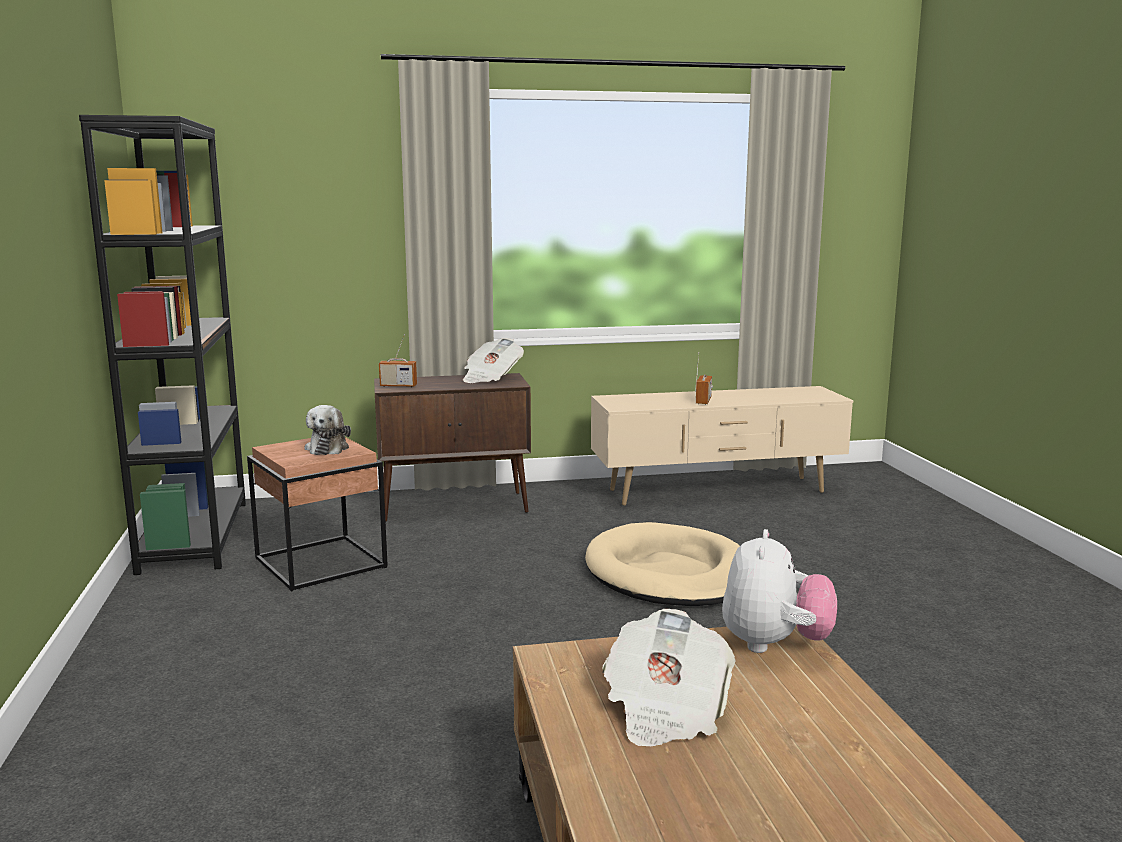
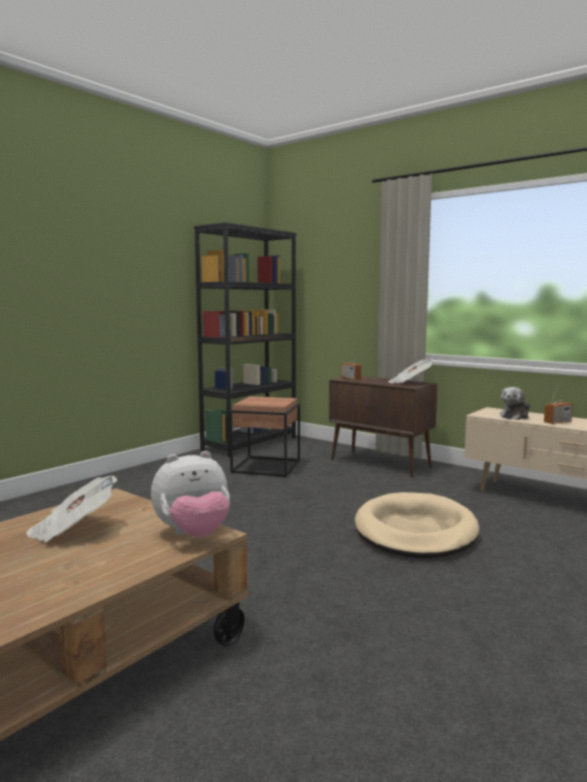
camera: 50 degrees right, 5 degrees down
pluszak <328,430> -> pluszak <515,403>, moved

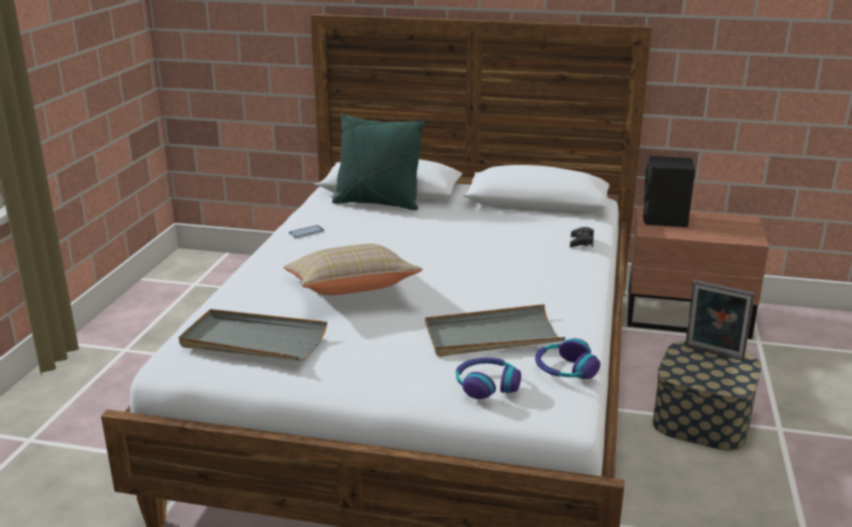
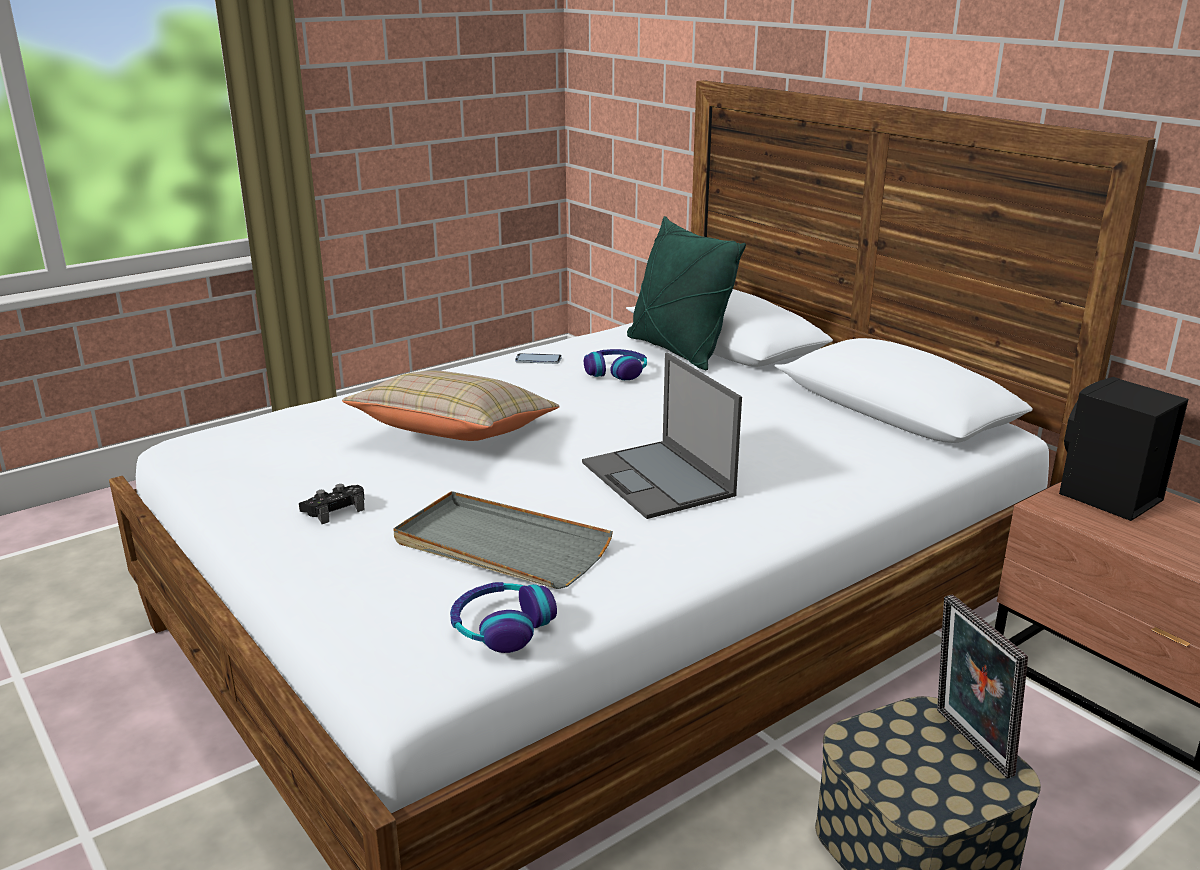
camera: 40 degrees right, 0 degrees up
pad do gier [czarny] <582,237> -> pad do gier [czarny] <332,504>, moved
taca [szary] <253,335> -> none
słuchawki <488,378> -> słuchawki <615,364>, moved
none -> laptop <662,436>

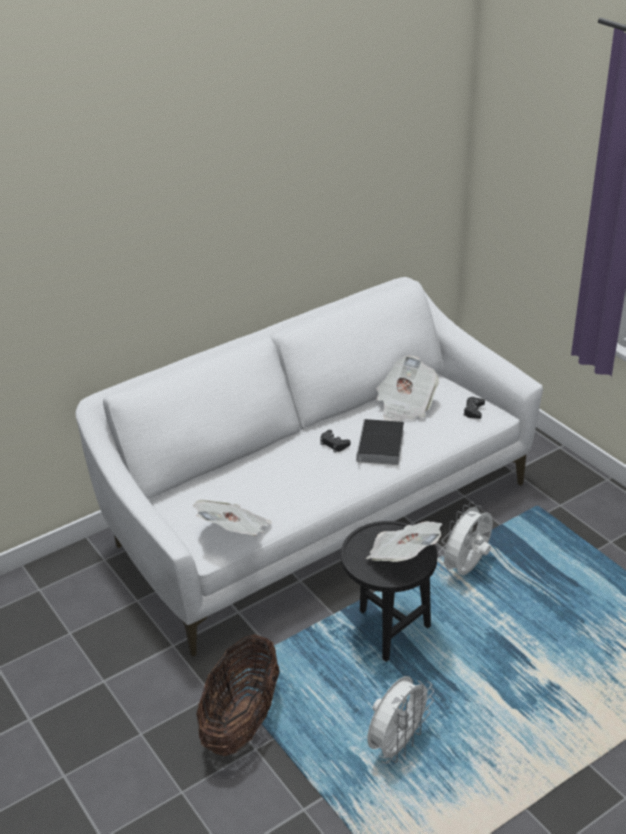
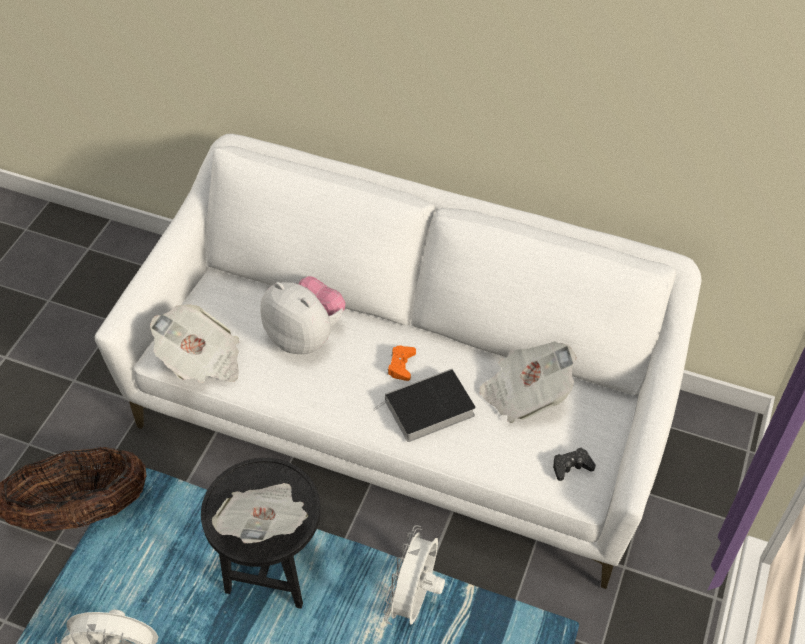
camera: 55 degrees right, 15 degrees up
pad do gier [czarny] <335,441> -> pad do gier [pomarańczowy] <401,363>
wentylator [biały] <465,538> -> wentylator [biały] <414,575>, 75 degrees counterclockwise
none -> pluszak <302,315>

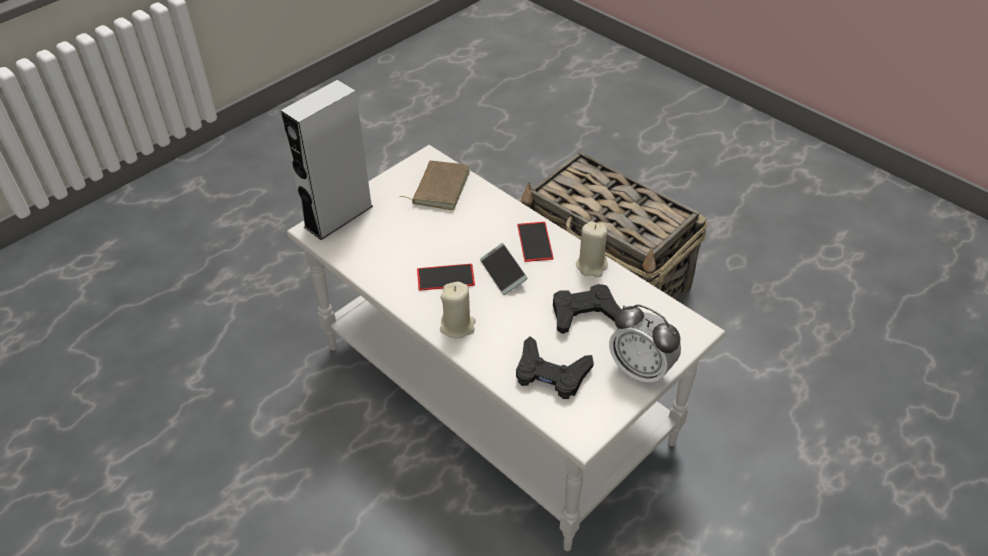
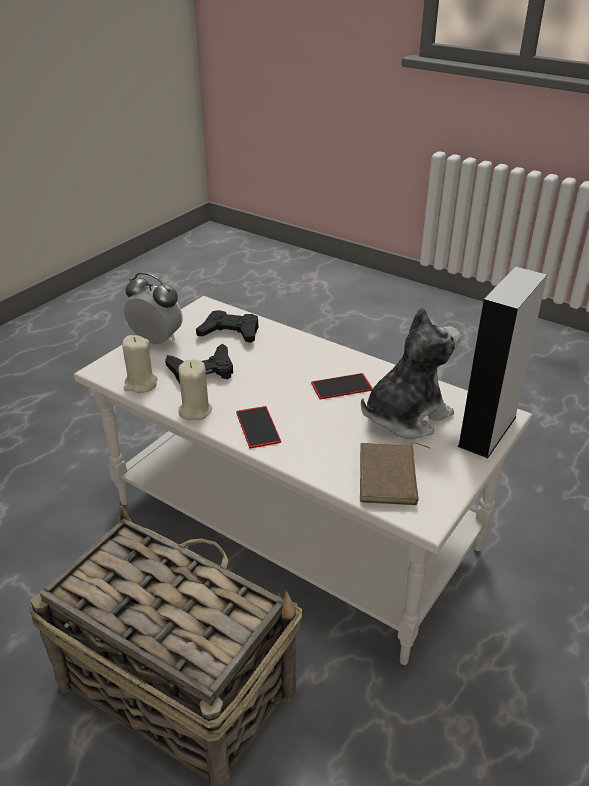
camera: 170 degrees right, 10 degrees down
telefon <503,269> -> none
świeca [beżowy] <458,310> -> świeca [beżowy] <140,364>, moved
none -> pluszak <411,373>

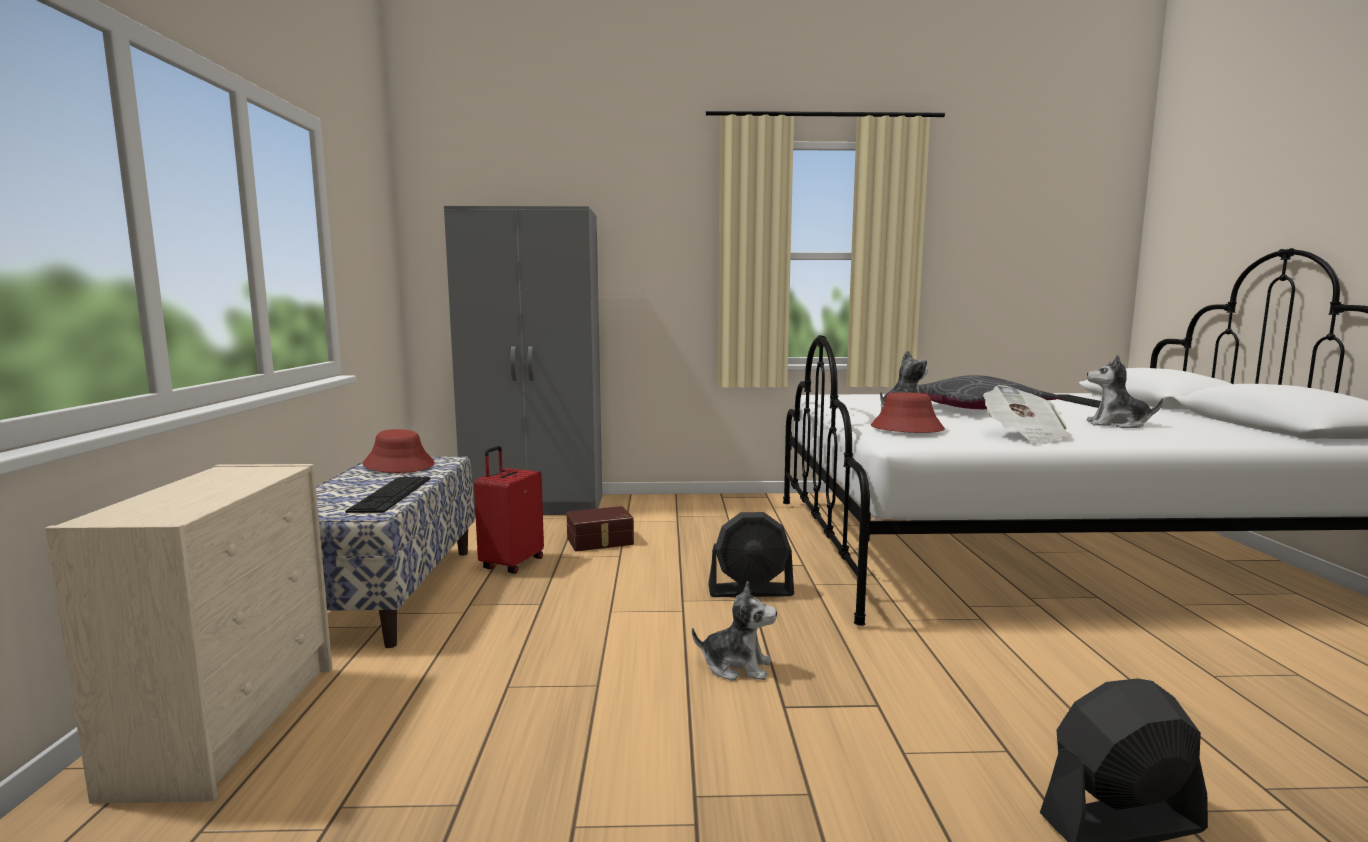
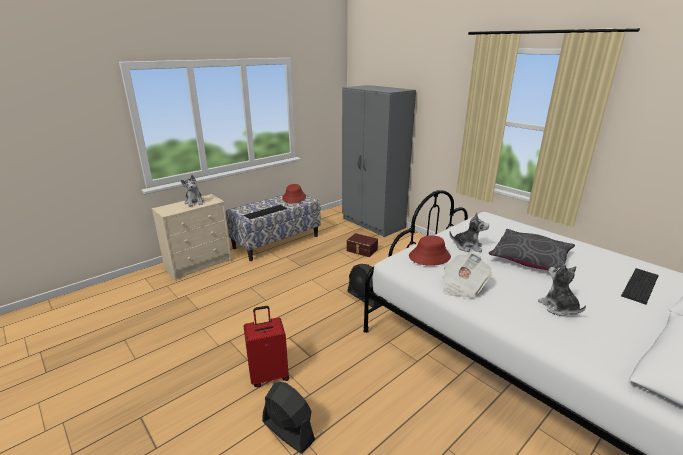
camera: 50 degrees right, 15 degrees up
walizka [czerwony] <509,510> -> walizka [czerwony] <266,346>, moved
pluszak <734,631> -> pluszak <192,191>, moved

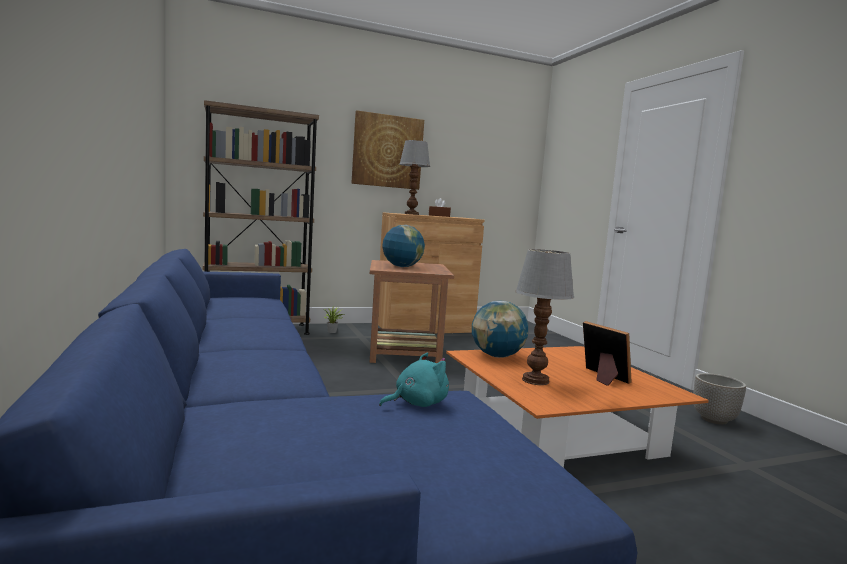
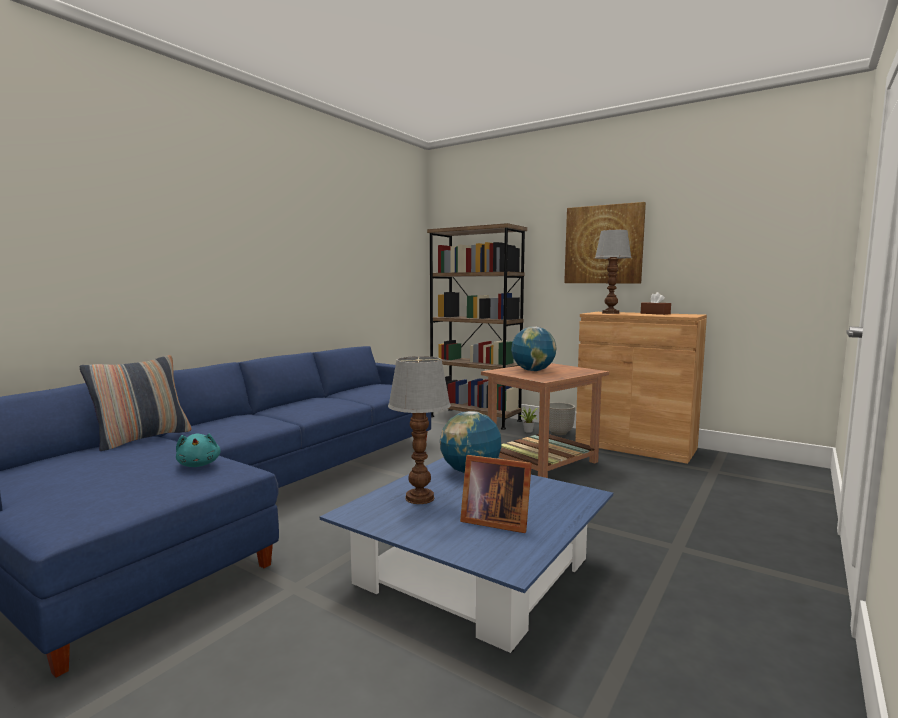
camera: 55 degrees right, 0 degrees up
ramka na zdjęcie <607,353> -> ramka na zdjęcie <496,494>, 90 degrees clockwise
ława [pomarańczowy] <577,407> -> ława [niebieski] <466,555>
pluszak [turkusowy] <414,379> -> pluszak [turkusowy] <198,450>, 45 degrees clockwise
donica <720,399> -> donica <562,418>, moved
none -> poduszka <136,403>

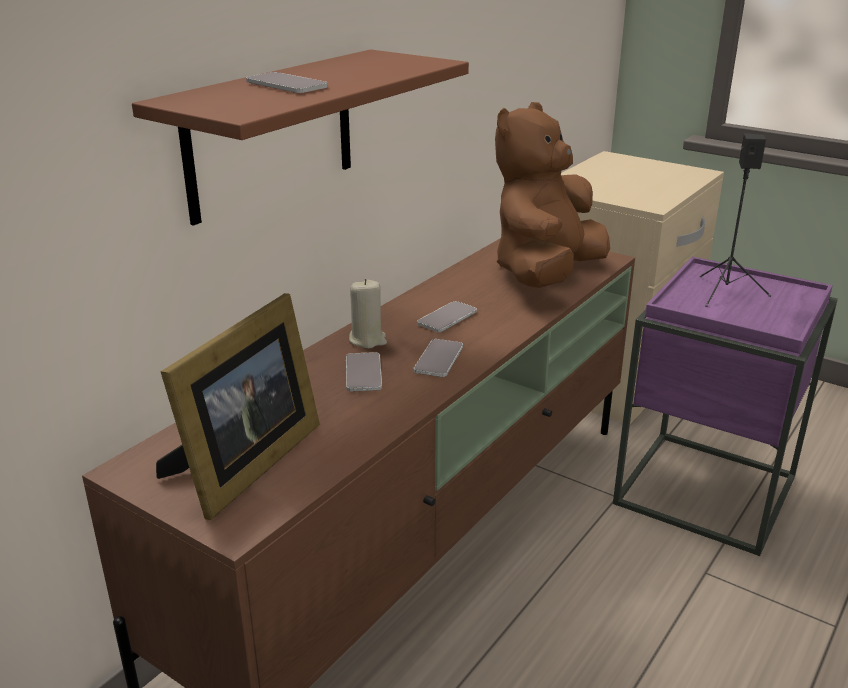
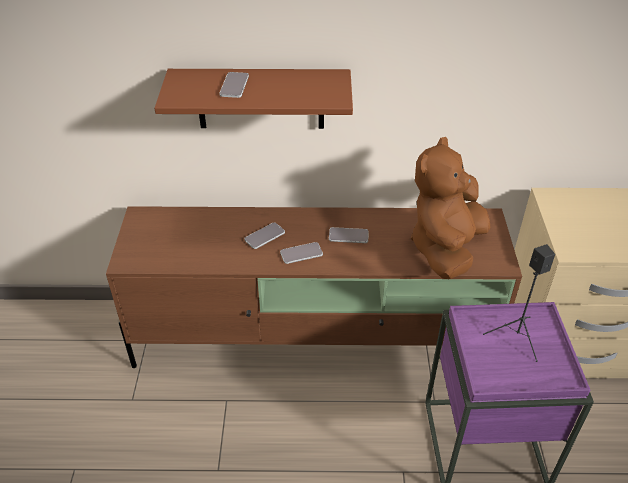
camera: 55 degrees right, 15 degrees up
pluszak [brązowy] <552,195> -> pluszak [brązowy] <450,208>, 60 degrees counterclockwise
świeca [beżowy] <368,314> -> none
ramka na zdjęcie <238,406> -> none

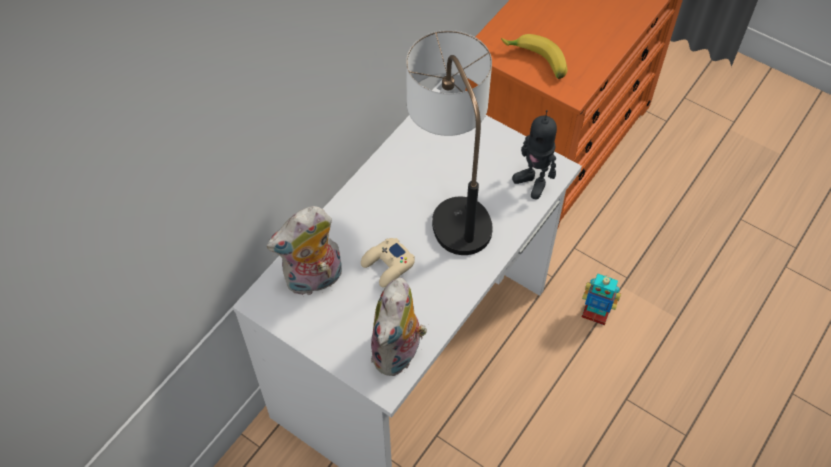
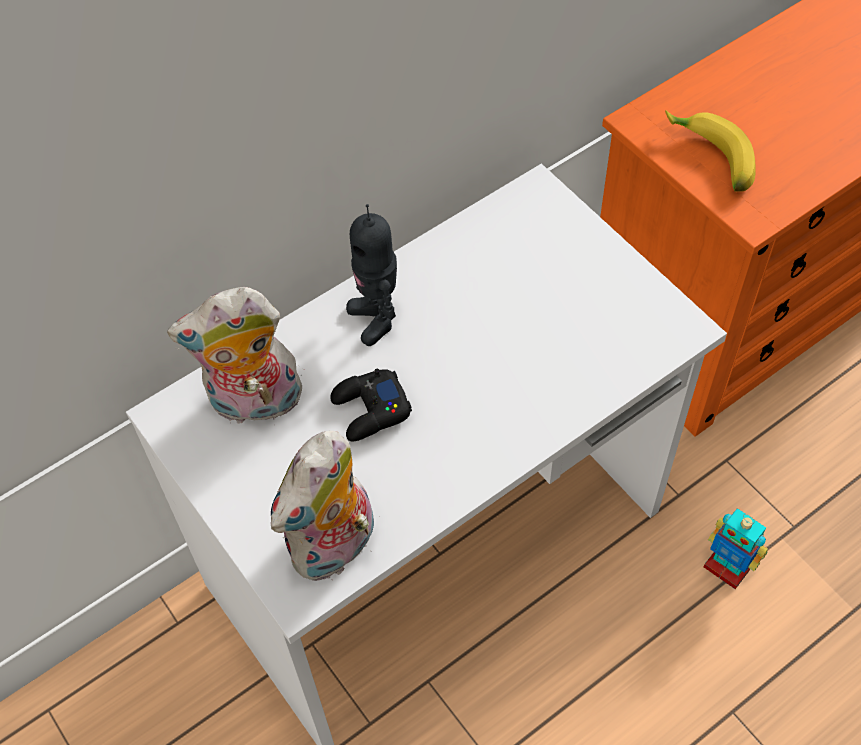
camera: 20 degrees right, 0 degrees up
lampa stołowa <449,142> -> none
robot zabawkowy <534,155> -> robot zabawkowy <371,275>, moved
pad do gier [beżowy] <388,262> -> pad do gier [czarny] <371,405>

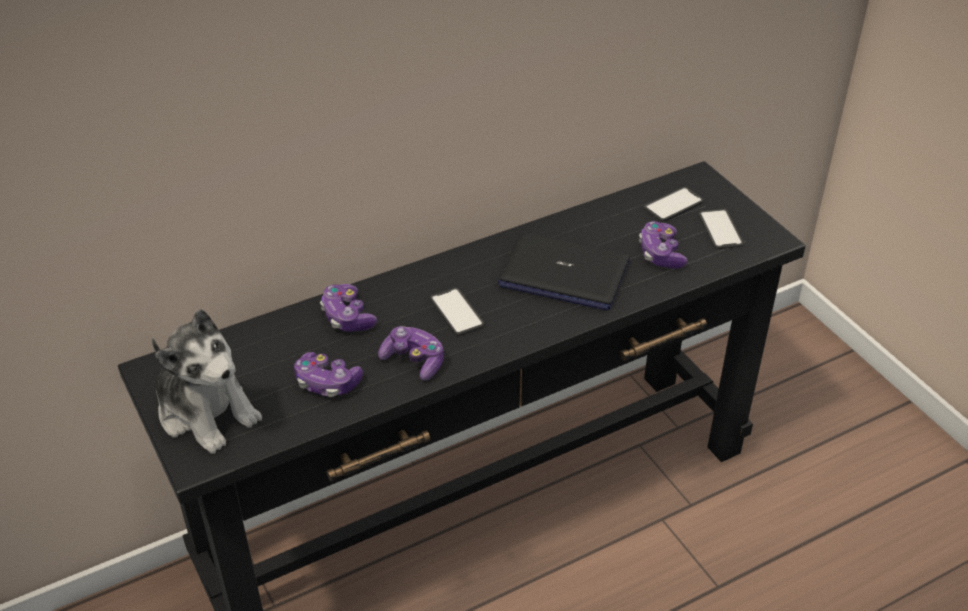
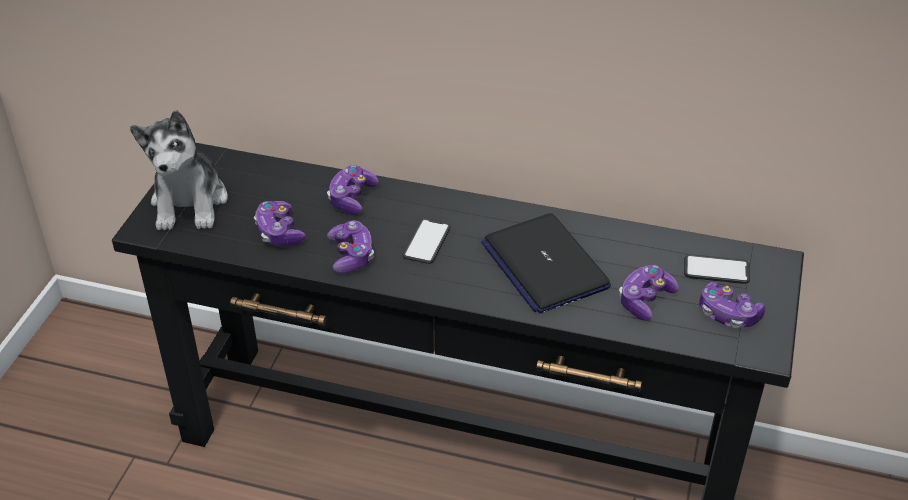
camera: 45 degrees right, 0 degrees up
telefon <721,229> -> pad do gier <732,305>

